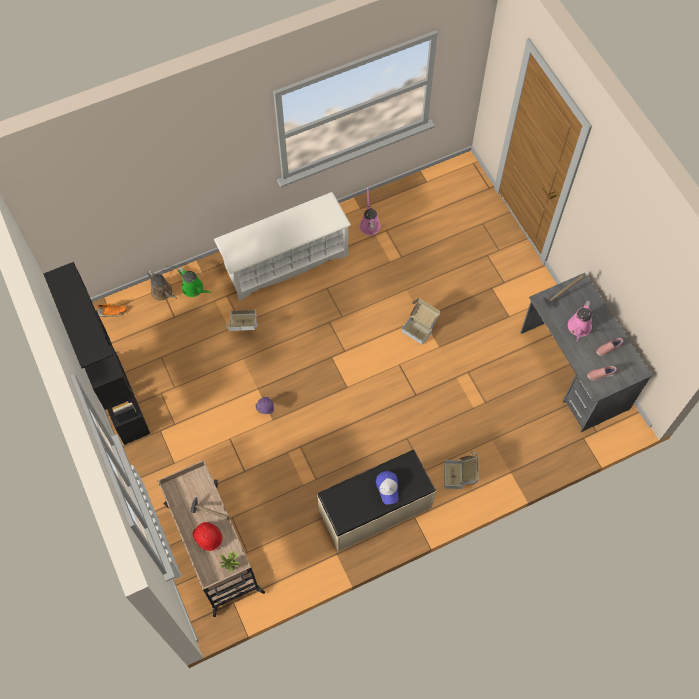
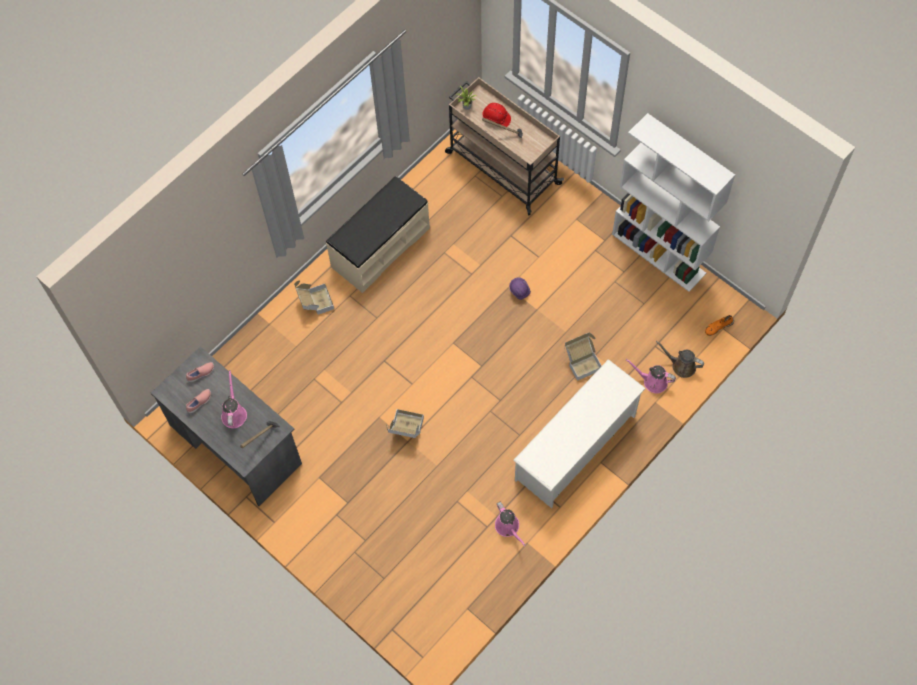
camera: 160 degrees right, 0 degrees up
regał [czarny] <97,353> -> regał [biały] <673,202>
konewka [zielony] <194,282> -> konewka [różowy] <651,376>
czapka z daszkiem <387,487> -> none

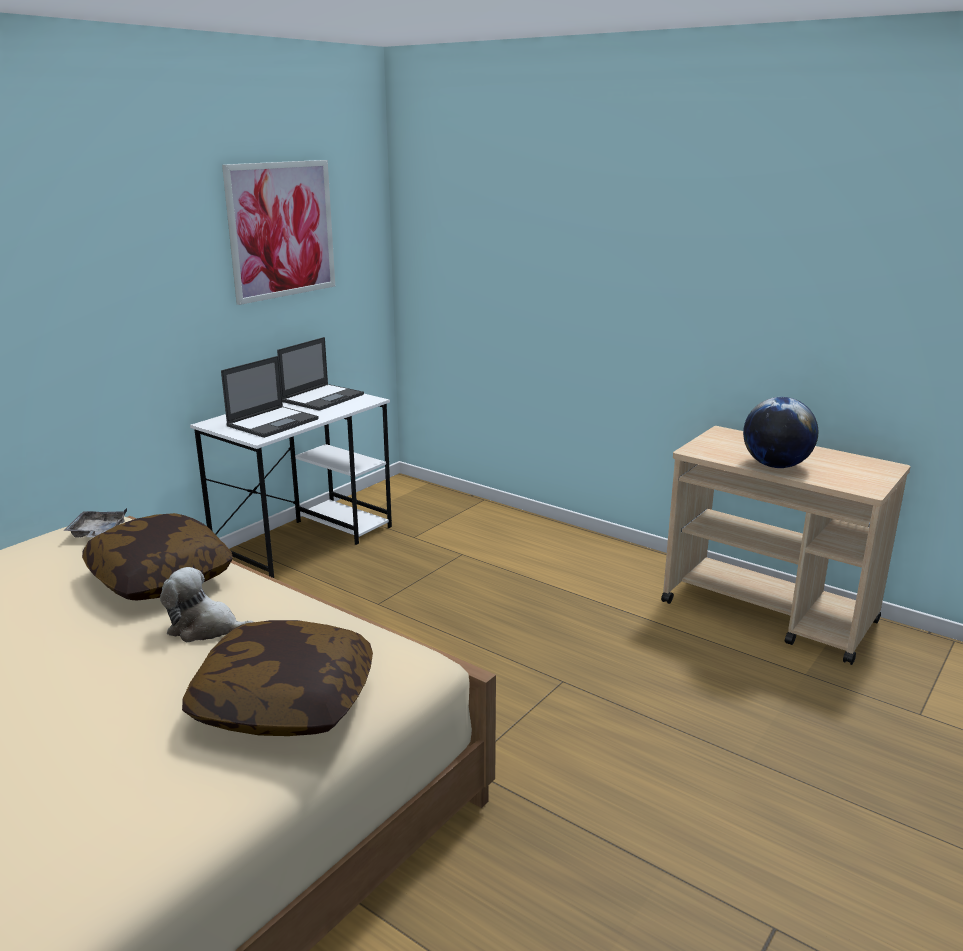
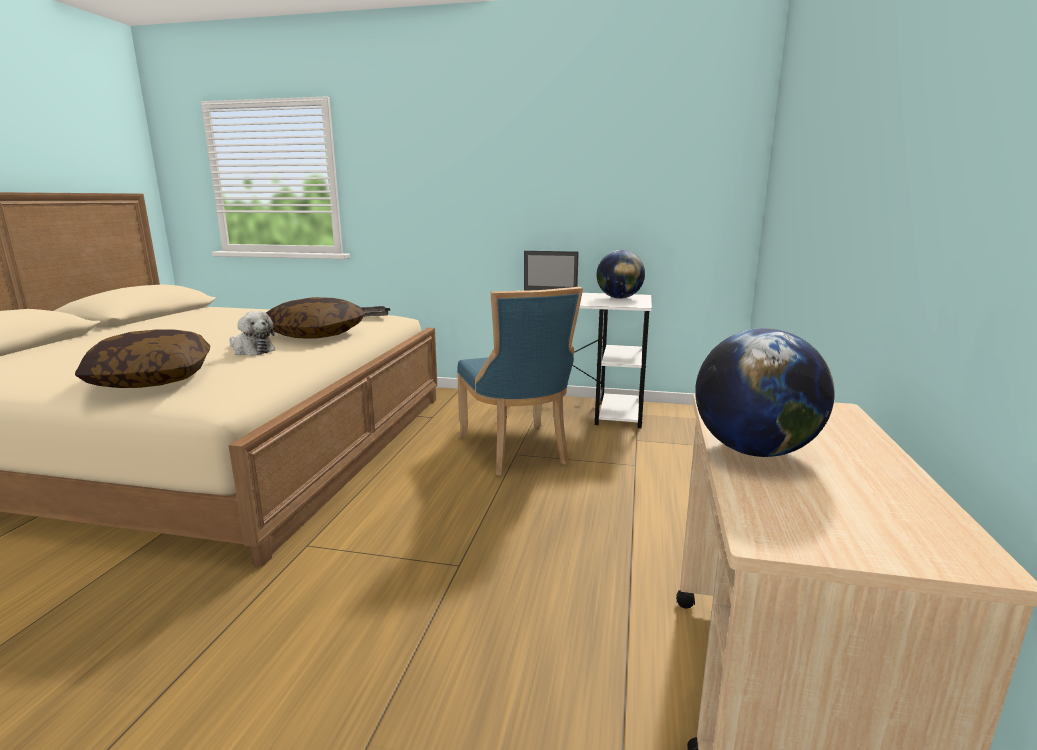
camera: 65 degrees right, 5 degrees down
obraz <278,232> -> none
laptop <320,374> -> globus <620,274>
pluszak <207,604> -> pluszak <252,333>, 135 degrees clockwise
none -> krzesło [niebieski] <520,381>

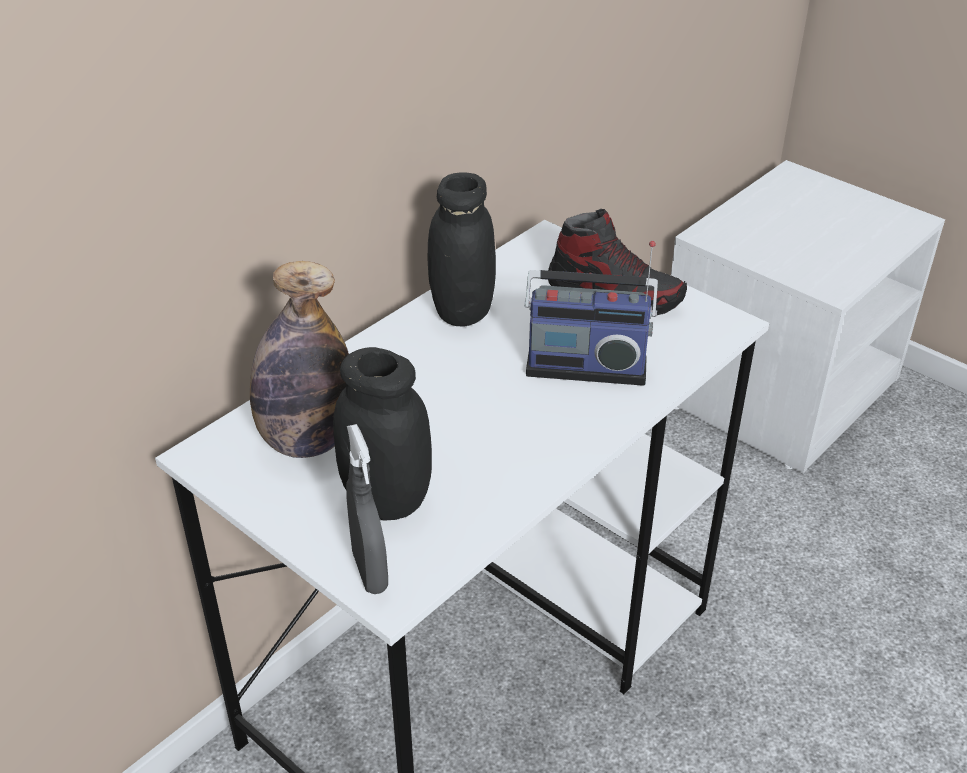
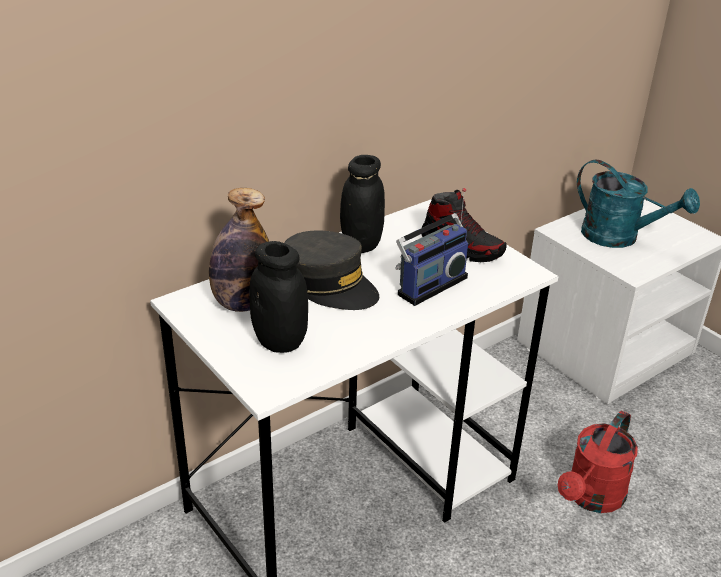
camera: 10 degrees right, 5 degrees down
radio <591,313> -> radio <431,247>, 60 degrees counterclockwise
spryskiwacz [szary] <367,509> -> none
none -> konewka [turkusowy] <638,204>
none -> czapka z daszkiem [szary] <331,270>
none -> konewka [czerwony] <598,462>

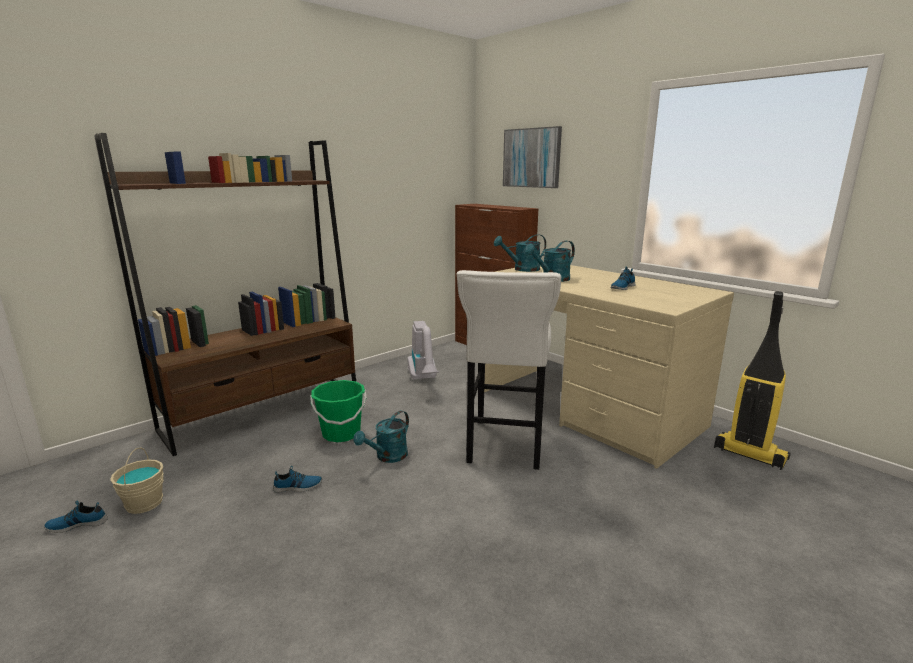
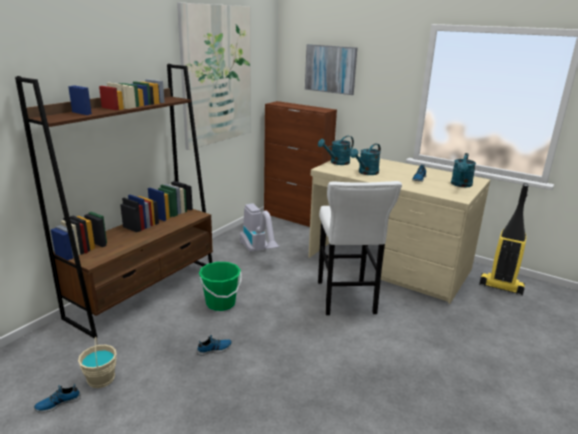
camera: 15 degrees left, 5 degrees up
konewka [turkusowy] <381,436> -> konewka [turkusowy] <463,170>, moved
none -> obraz <214,76>

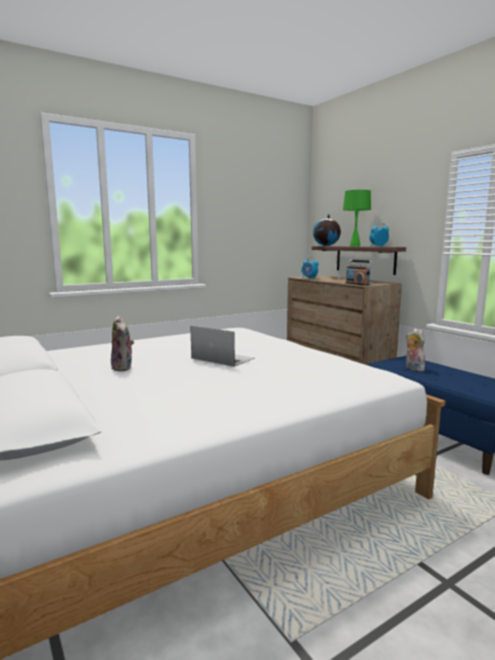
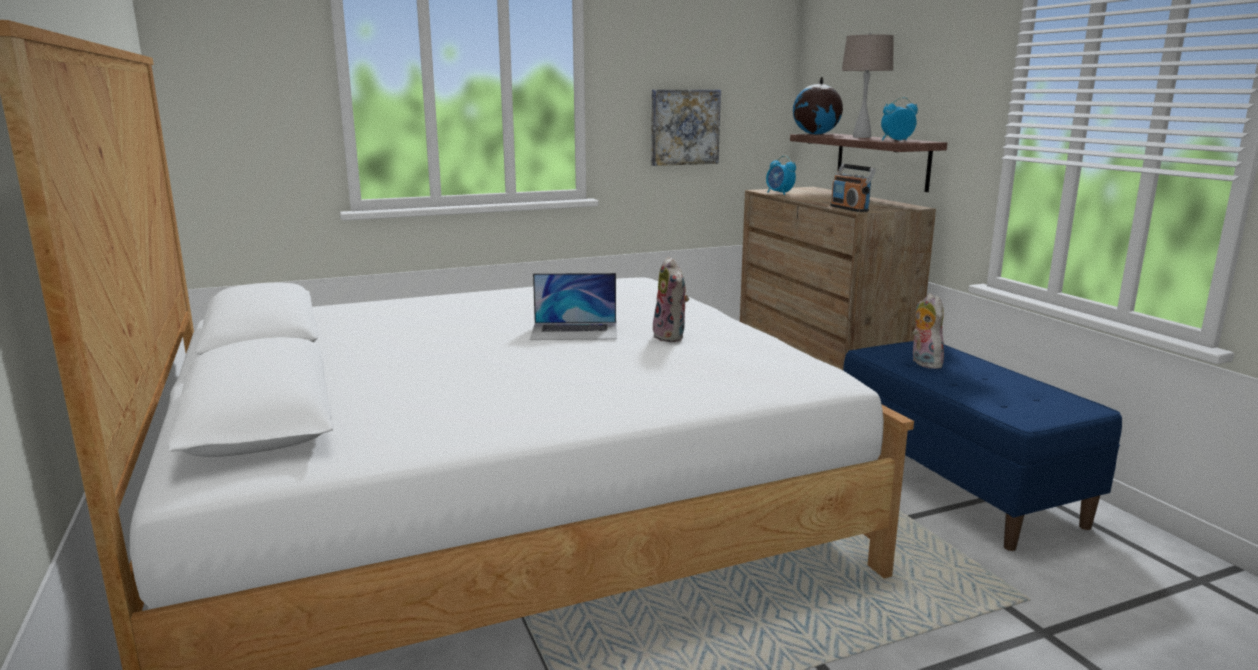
camera: 10 degrees right, 5 degrees up
lampa stołowa [zielony] <357,218> -> lampa stołowa [beżowy] <867,85>
pluszak <122,343> -> pluszak <671,299>, moved
laptop <222,346> -> laptop <573,306>, 135 degrees clockwise
none -> obraz <686,128>

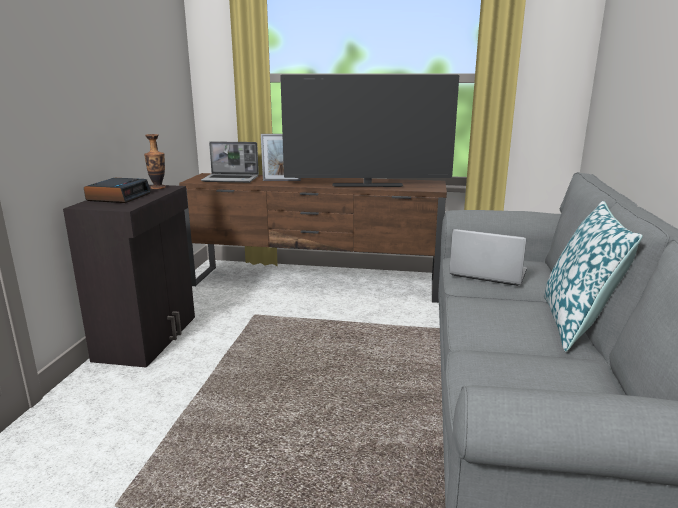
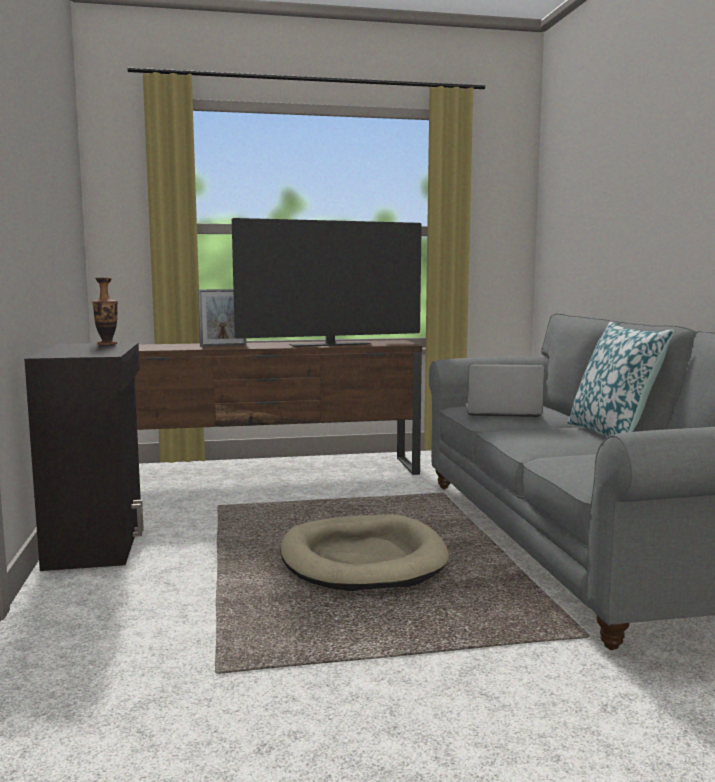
camera: 20 degrees left, 10 degrees down
laptop <230,162> -> none
budzik <117,190> -> none
none -> legowisko [beżowy] <364,553>

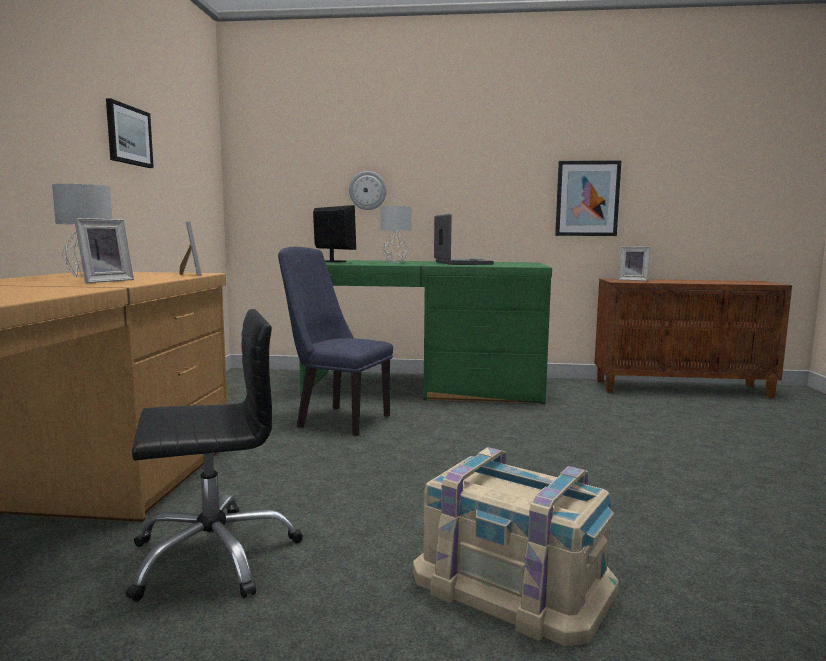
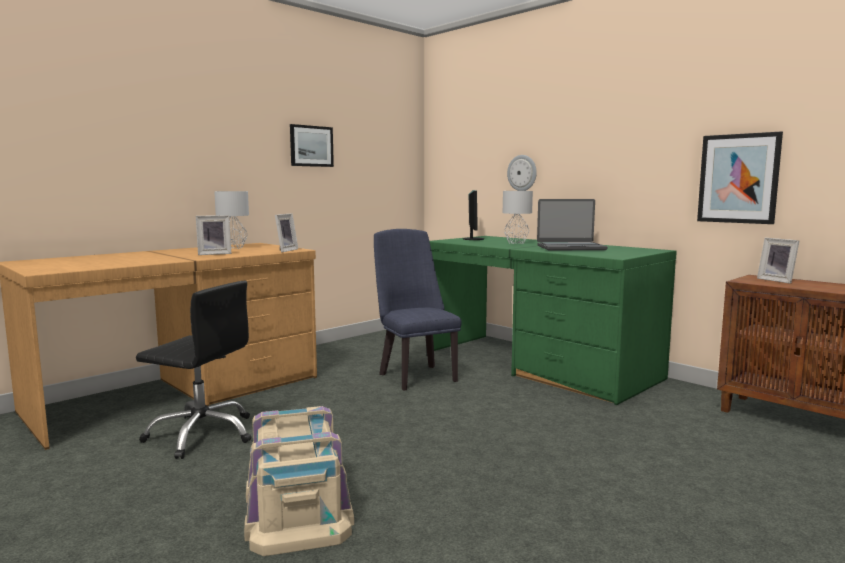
camera: 40 degrees right, 0 degrees up
laptop <464,239> -> laptop <572,224>, 60 degrees clockwise

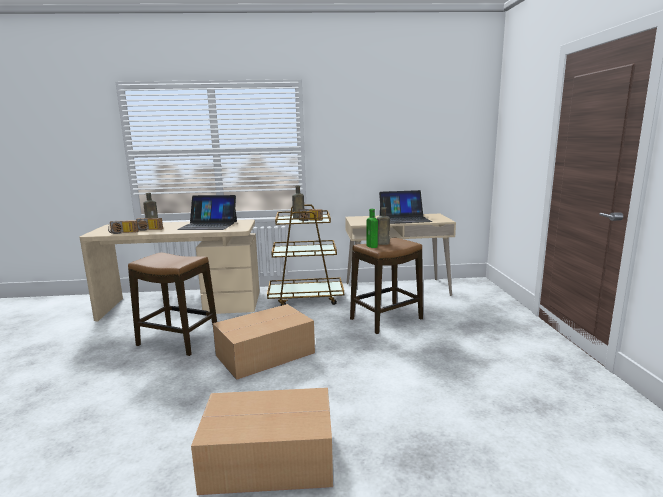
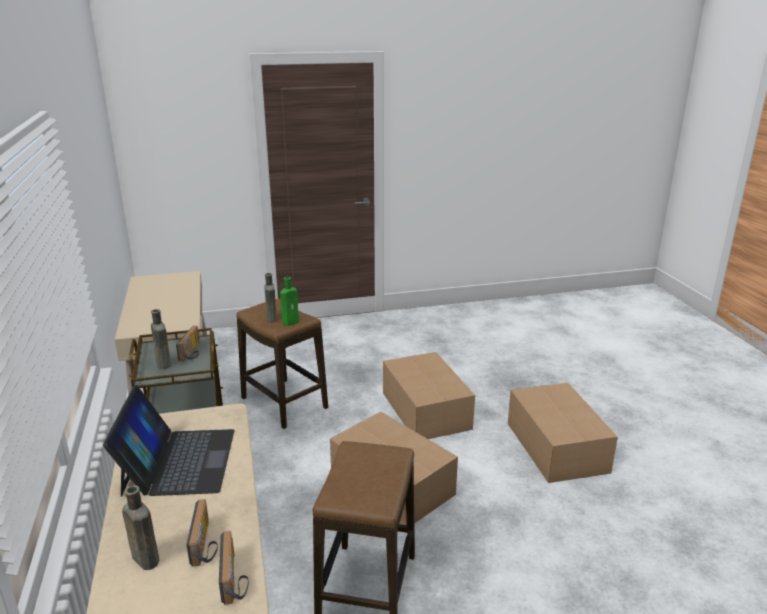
camera: 100 degrees left, 10 degrees up
laptop <405,207> -> none
none -> karton <429,395>

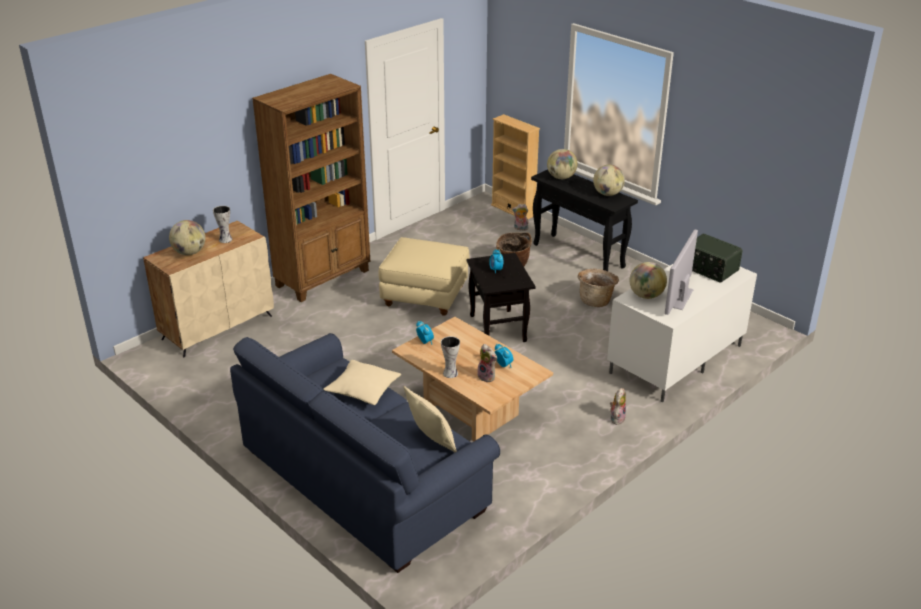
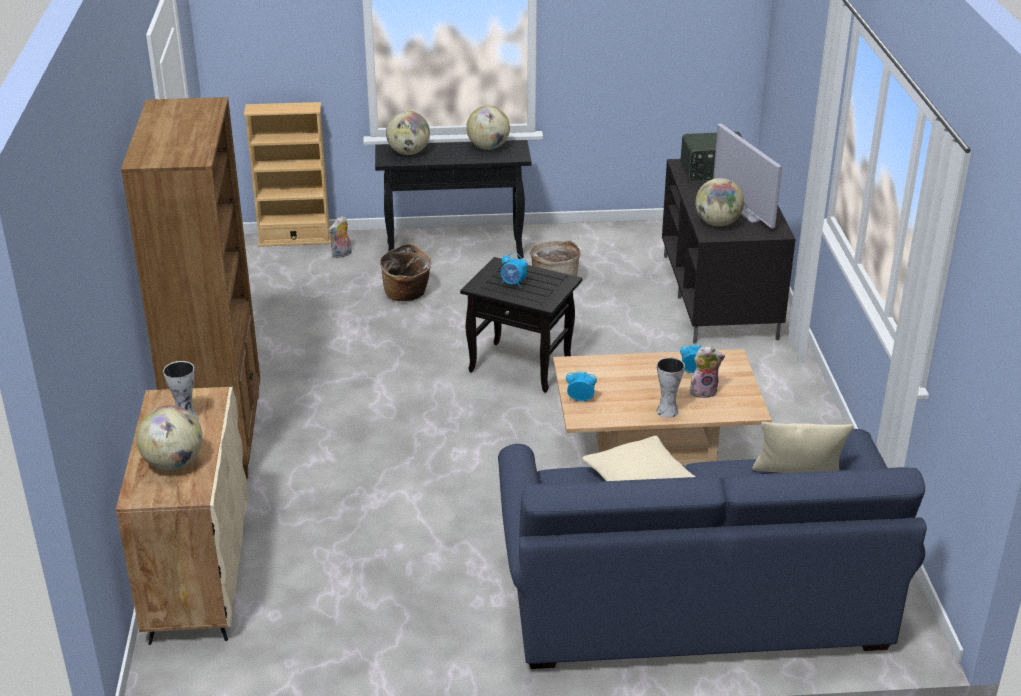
camera: 50 degrees left, 0 degrees up
pufa [beżowy] <423,276> -> none
szafka pod telewizor [biały] <682,333> -> szafka pod telewizor [czarny] <729,251>
pluszak <618,406> -> none

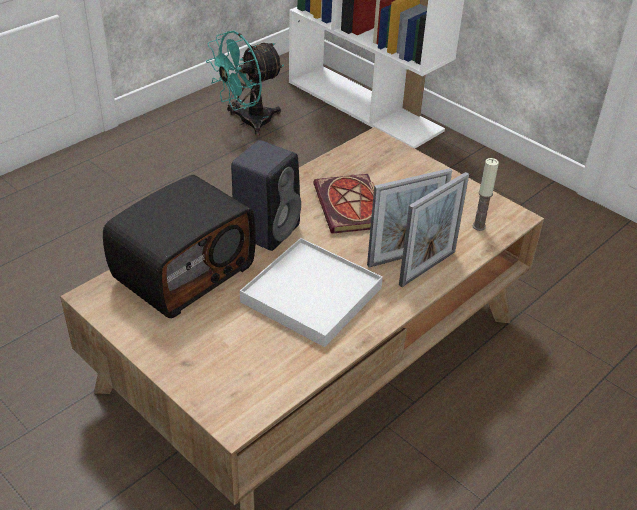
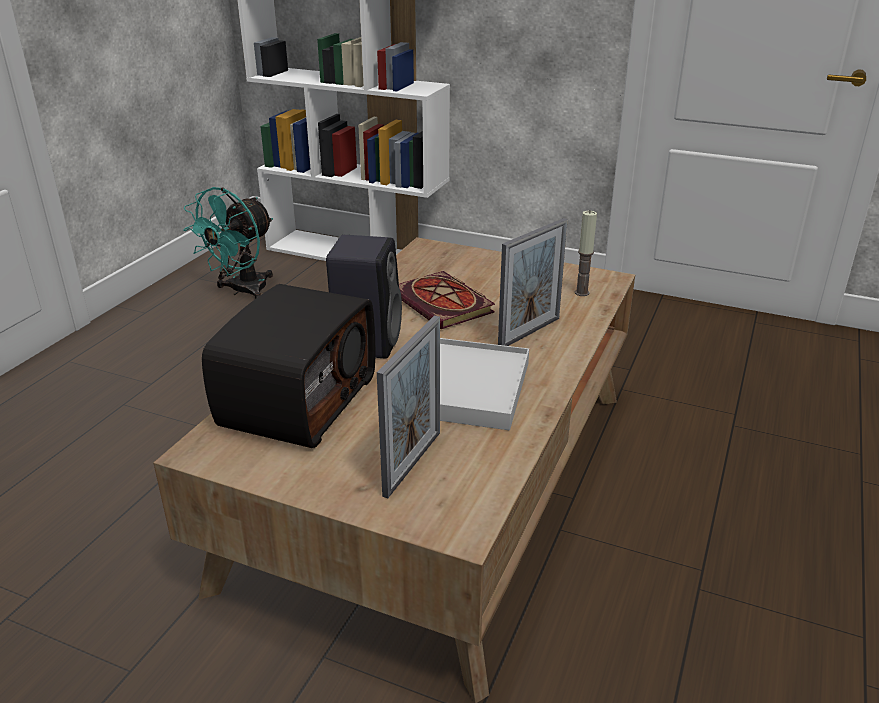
camera: 20 degrees left, 10 degrees down
ramka na zdjęcie <434,229> -> ramka na zdjęcie <408,407>, moved

